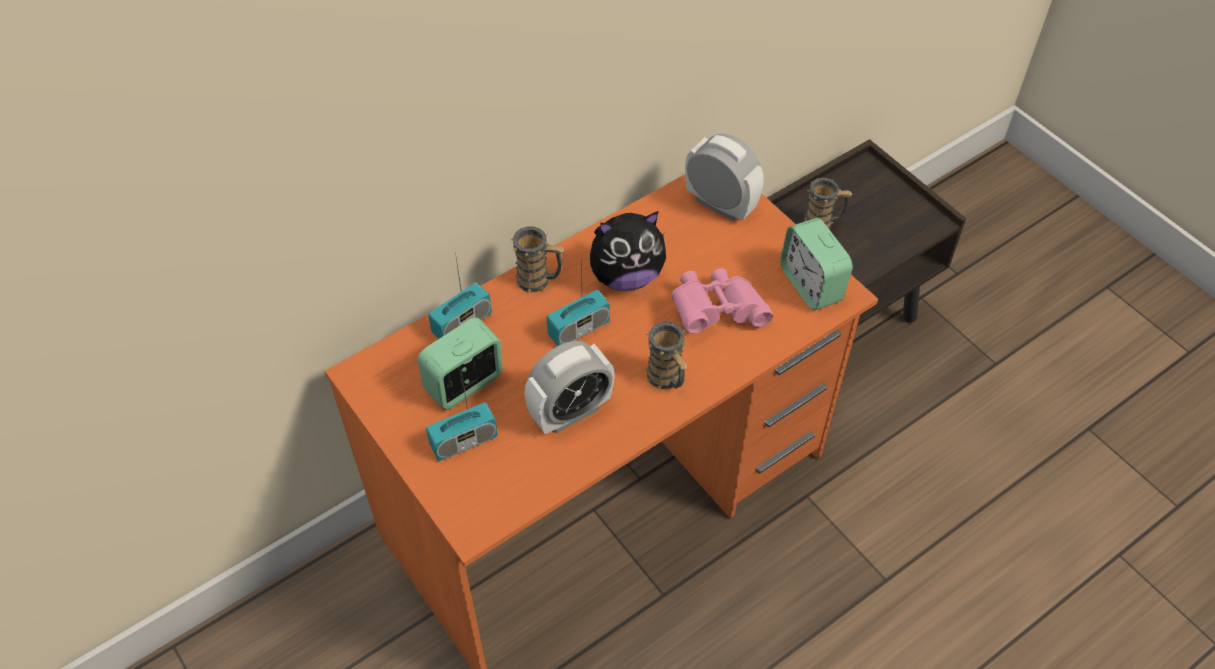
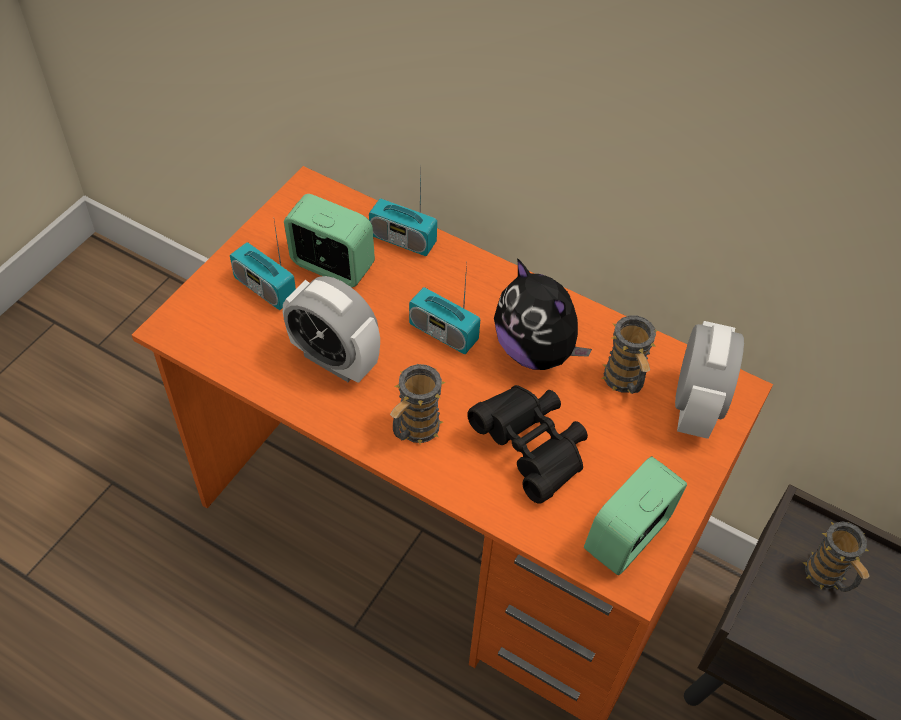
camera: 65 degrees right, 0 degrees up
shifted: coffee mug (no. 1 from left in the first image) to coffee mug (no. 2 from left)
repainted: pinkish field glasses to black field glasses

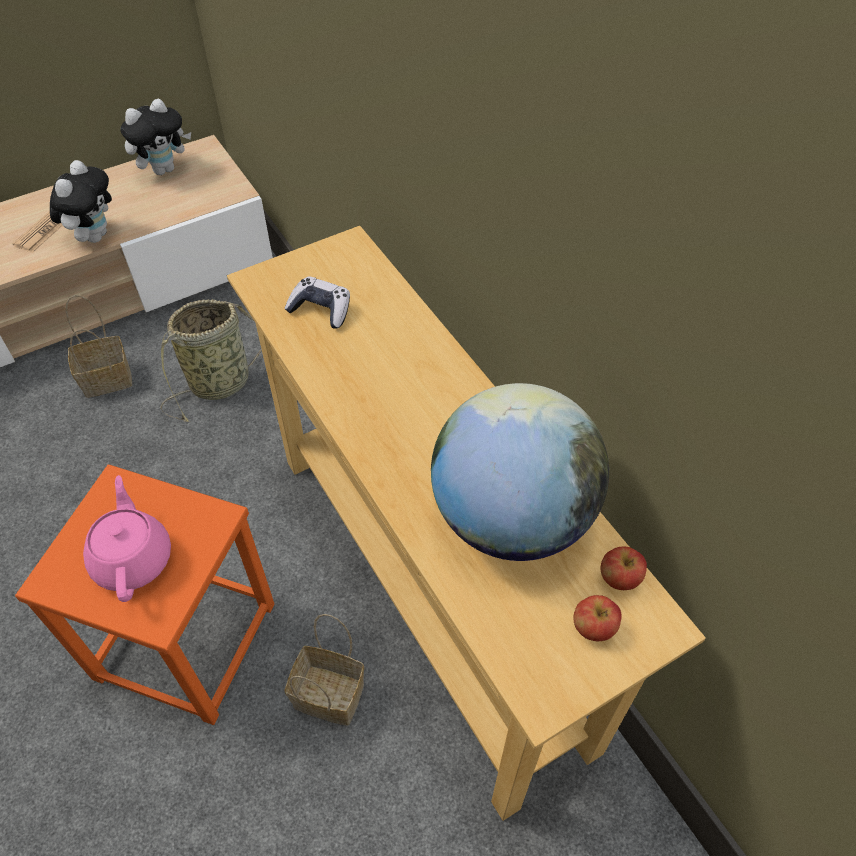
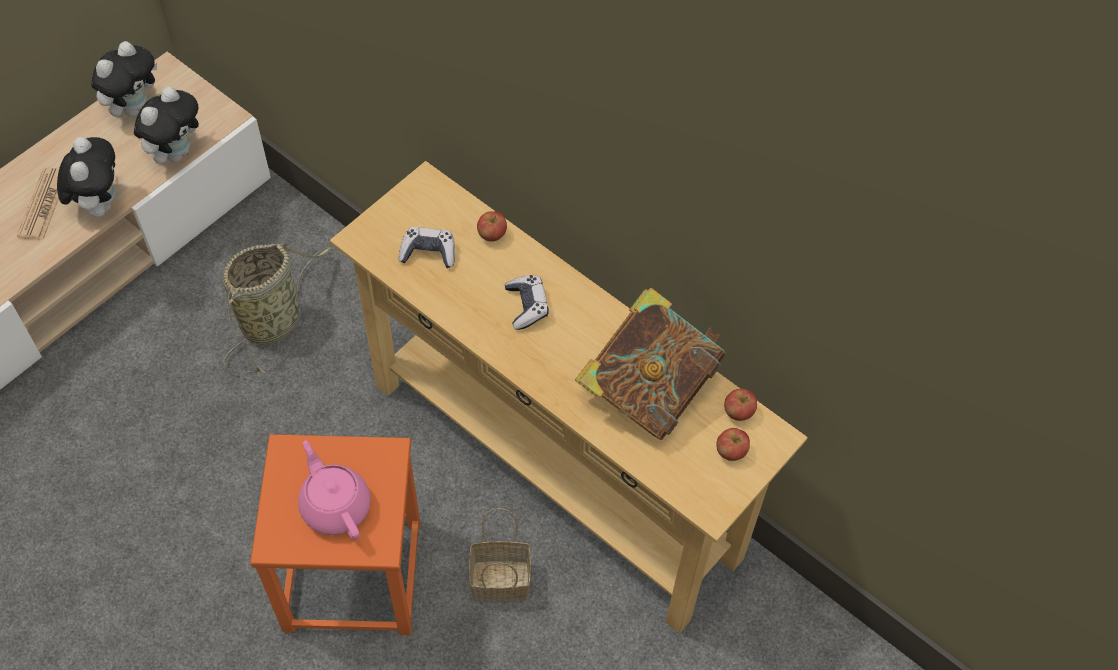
camera: 20 degrees left, 5 degrees up
gone: household basket (no. 1 from left)
new: plush toy (no. 3 from left); apple fruit (no. 1 from left); game controller (no. 2 from left)
swapped: desk globe to book

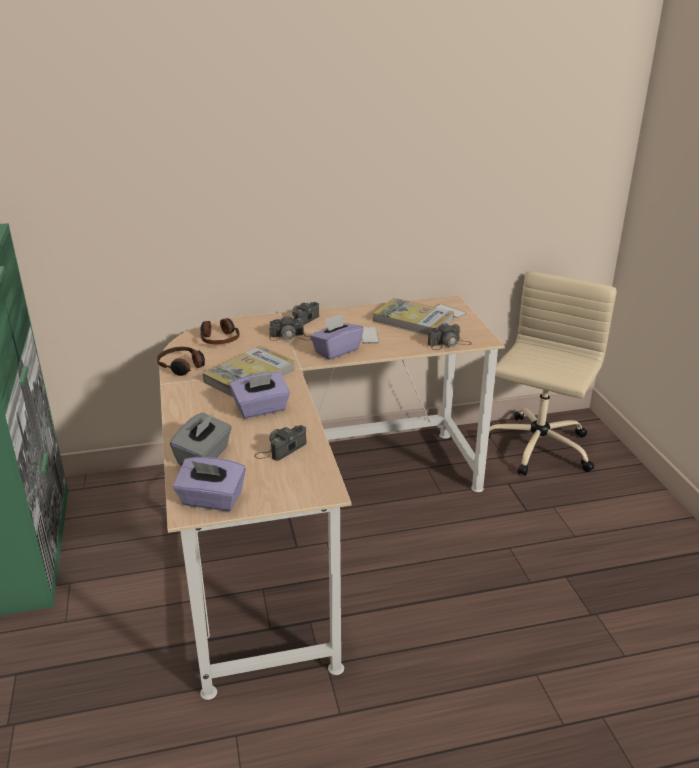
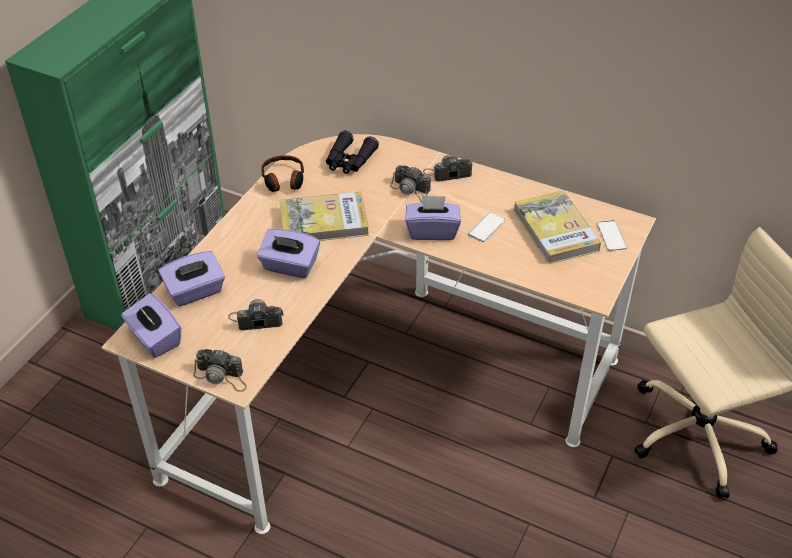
camera: 40 degrees right, 15 degrees up
shifted: photo camera (no. 4 from left in the first image) to photo camera (no. 1 from left)
swapped: headphones (no. 2 from left) to black field glasses
repainted: gray tissue box to purple tissue box (no. 2 from left)

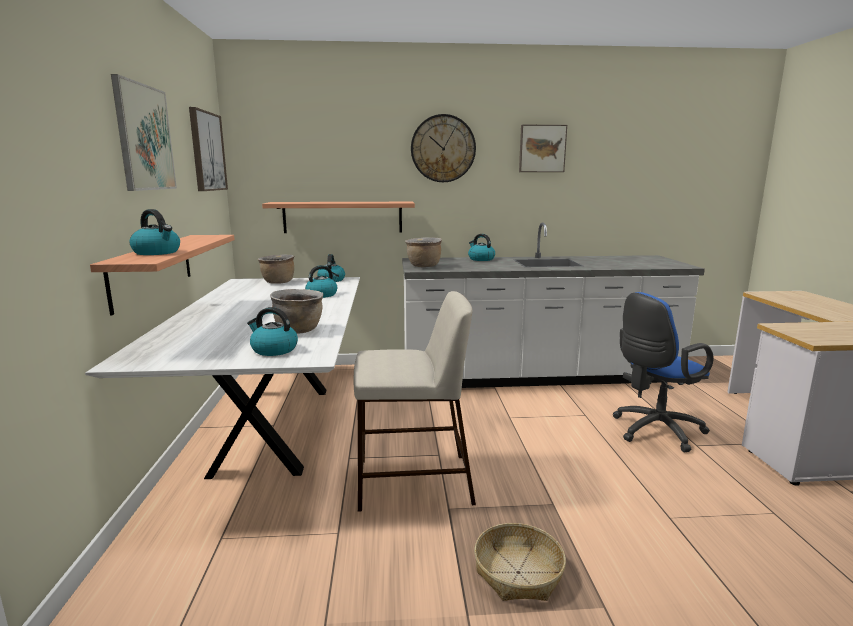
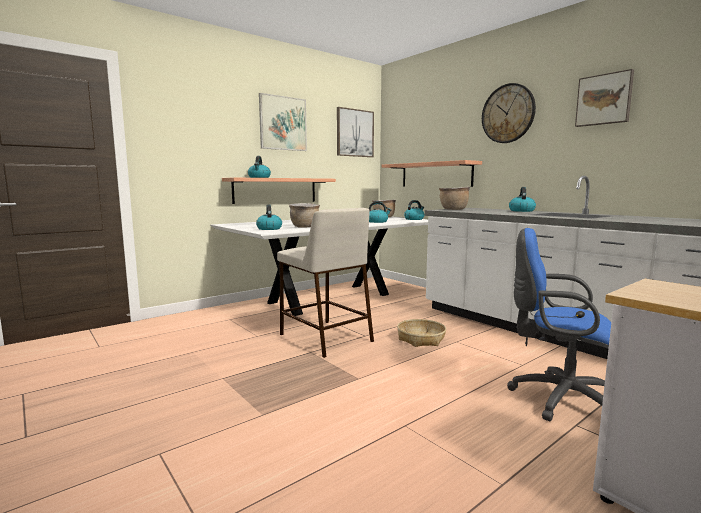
camera: 55 degrees right, 5 degrees down
shifted: household basket

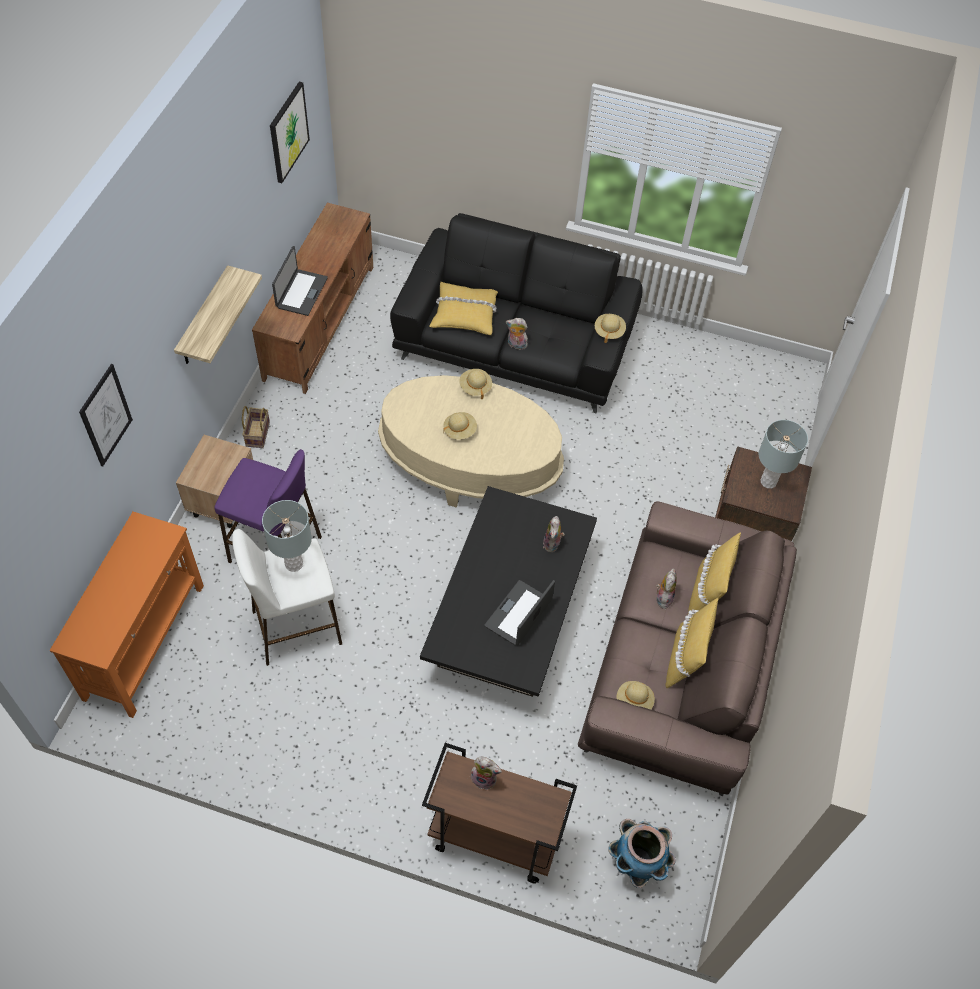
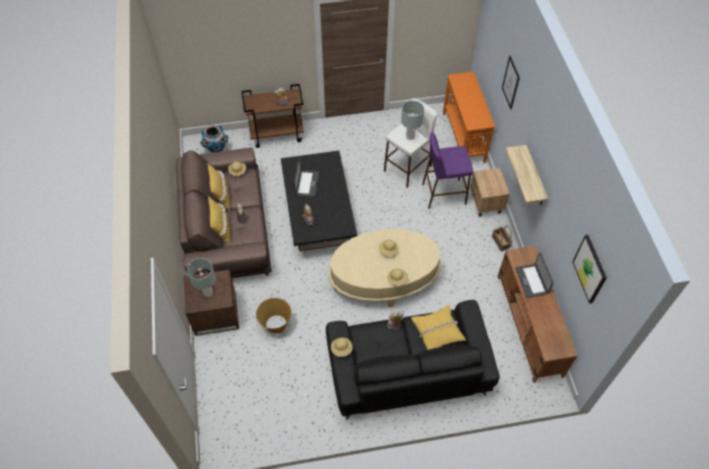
camera: 155 degrees right, 0 degrees up
new: household basket (no. 1 from left)

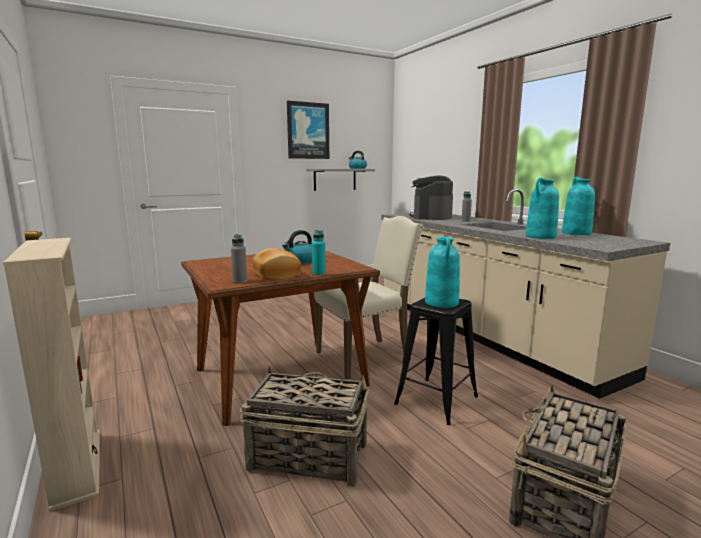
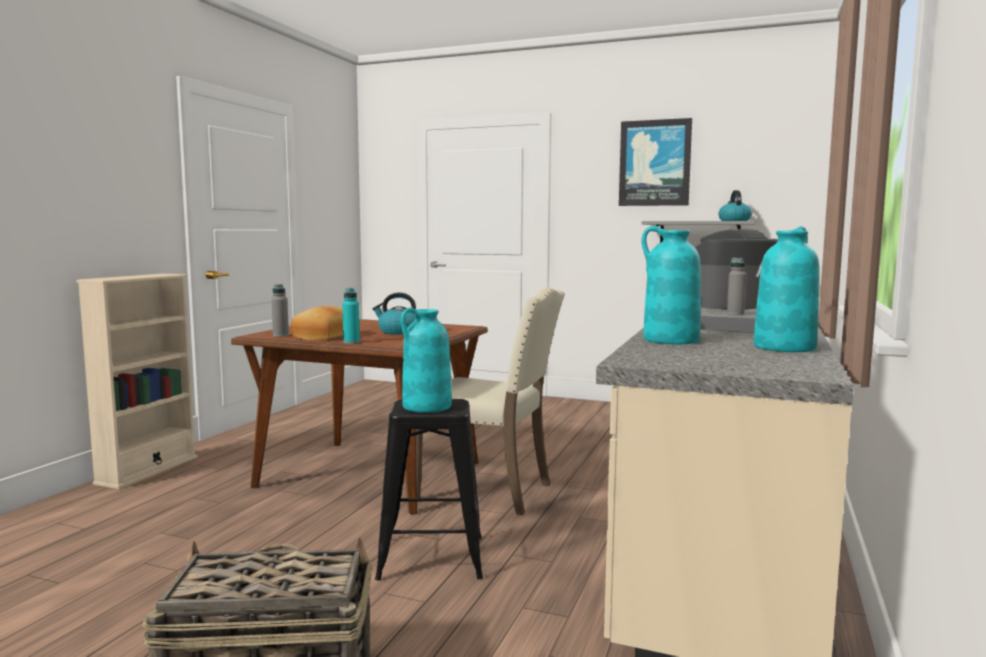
camera: 50 degrees right, 5 degrees down
gone: household basket (no. 1 from left)

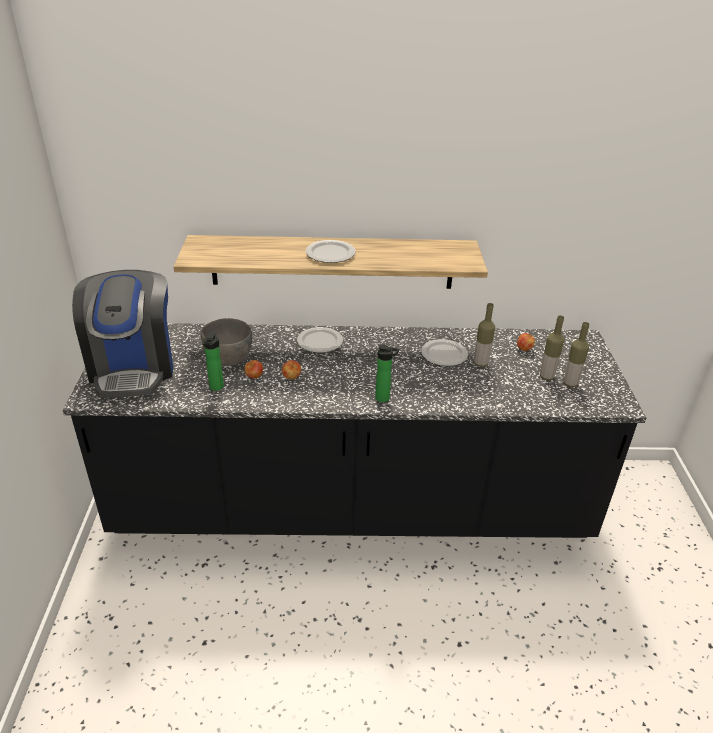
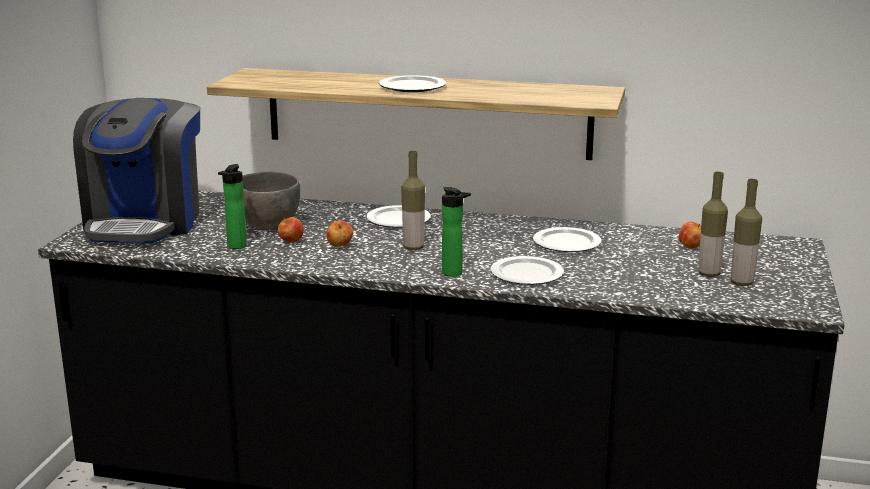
camera: 15 degrees right, 15 degrees down
new: plate (no. 3 from left)
shifted: drink bottle (no. 3 from left in the first image) to drink bottle (no. 2 from left)

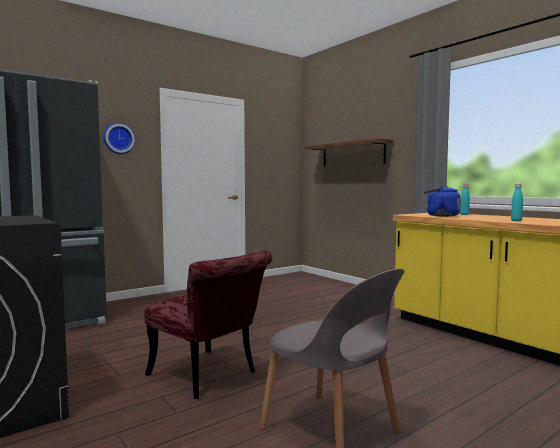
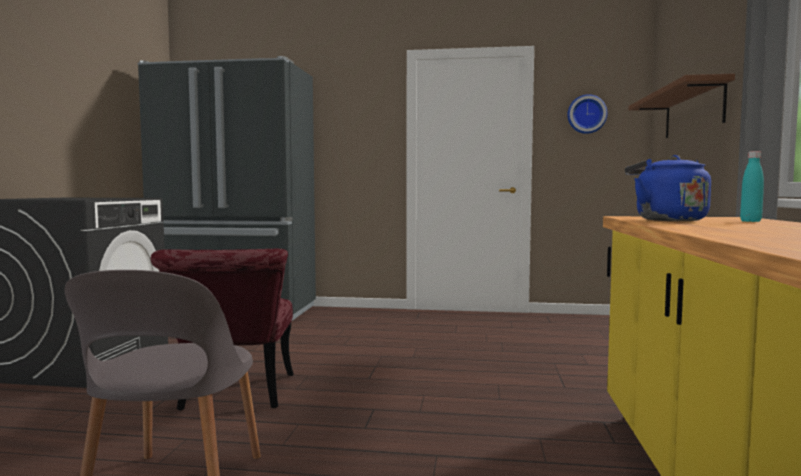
camera: 45 degrees right, 0 degrees up
gone: blue-green drink bottle (no. 2 from left)
shifted: wall clock

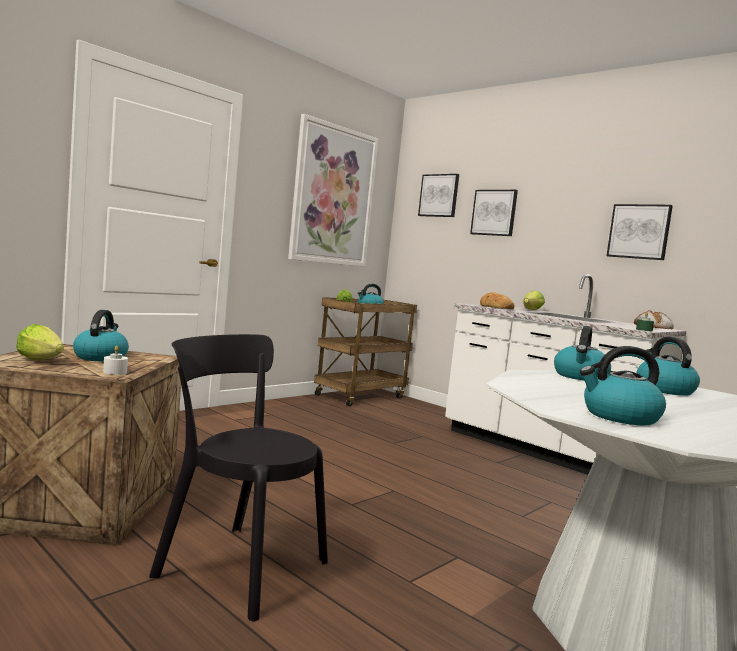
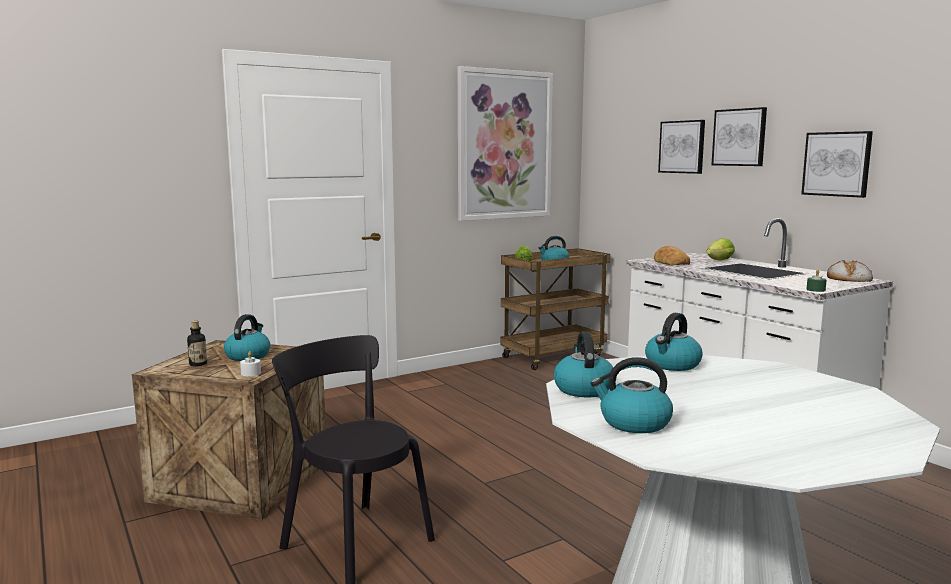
camera: 15 degrees right, 5 degrees up
shifted: tea kettle (no. 5 from left in the first image) to tea kettle (no. 3 from left); wall art (no. 2 from left in the first image) to wall art (no. 3 from left)
swapped: lettuce (no. 1 from left) to drink bottle

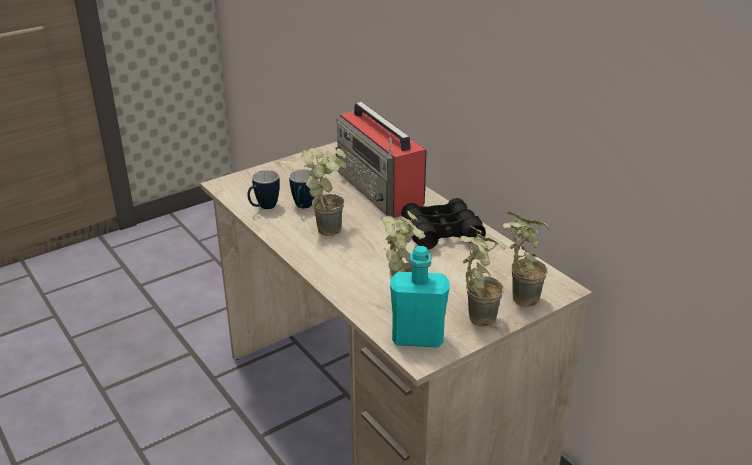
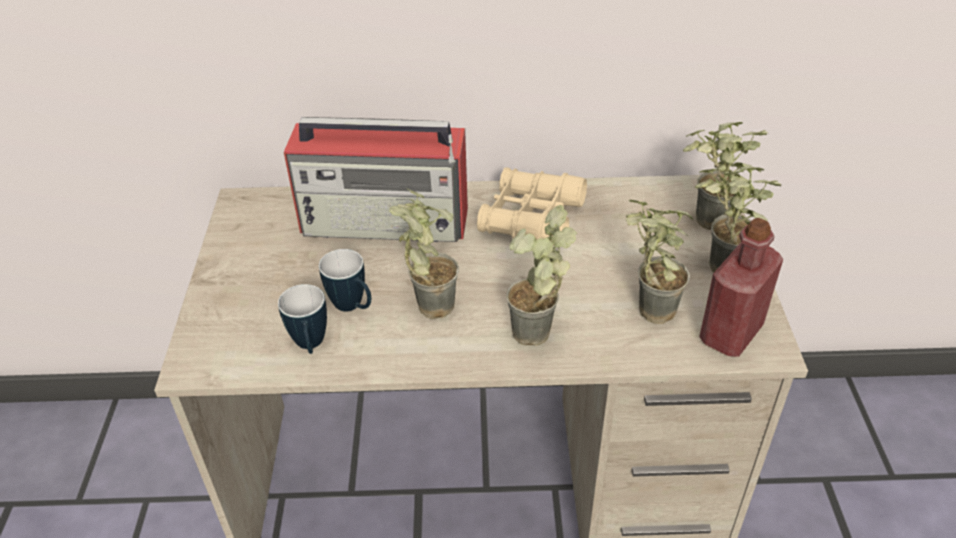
camera: 55 degrees left, 10 degrees up
new: plant in a pot (no. 2 from left)
repainted: black field glasses to sand-coloured field glasses; blue-green drink bottle to red drink bottle

